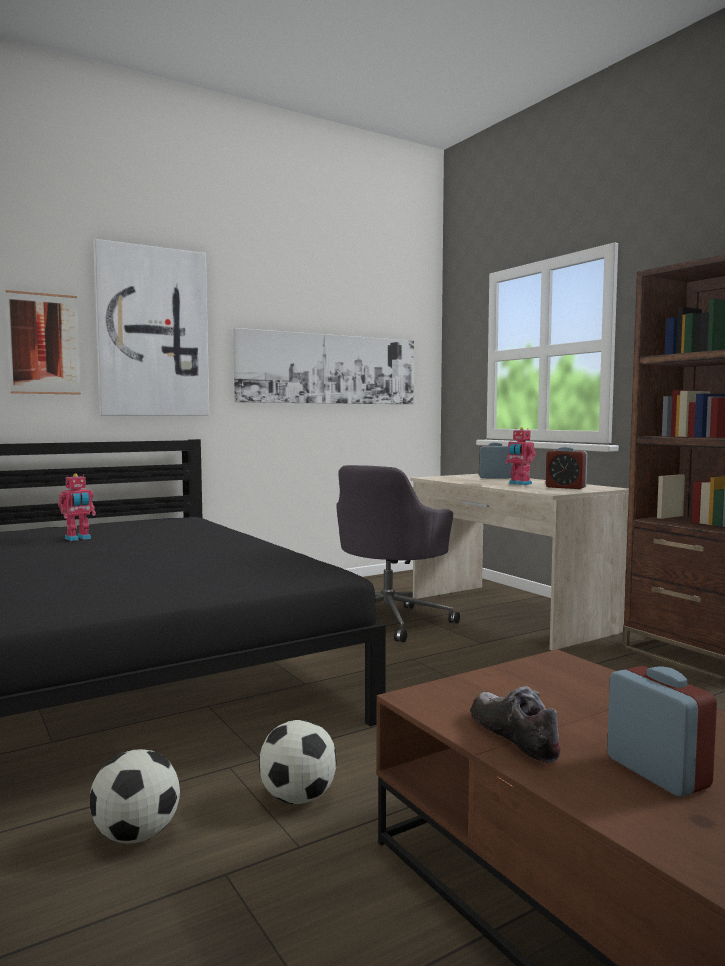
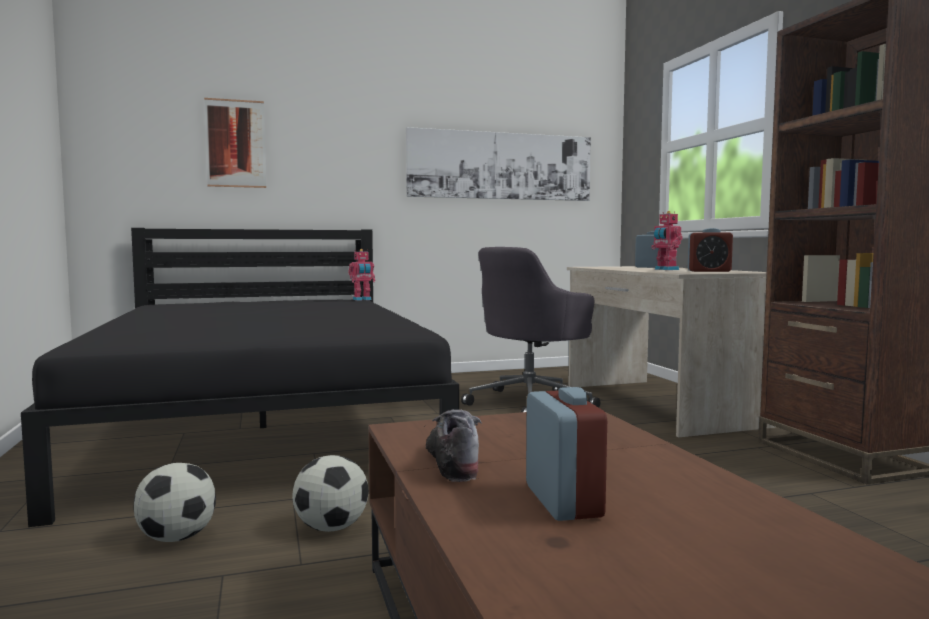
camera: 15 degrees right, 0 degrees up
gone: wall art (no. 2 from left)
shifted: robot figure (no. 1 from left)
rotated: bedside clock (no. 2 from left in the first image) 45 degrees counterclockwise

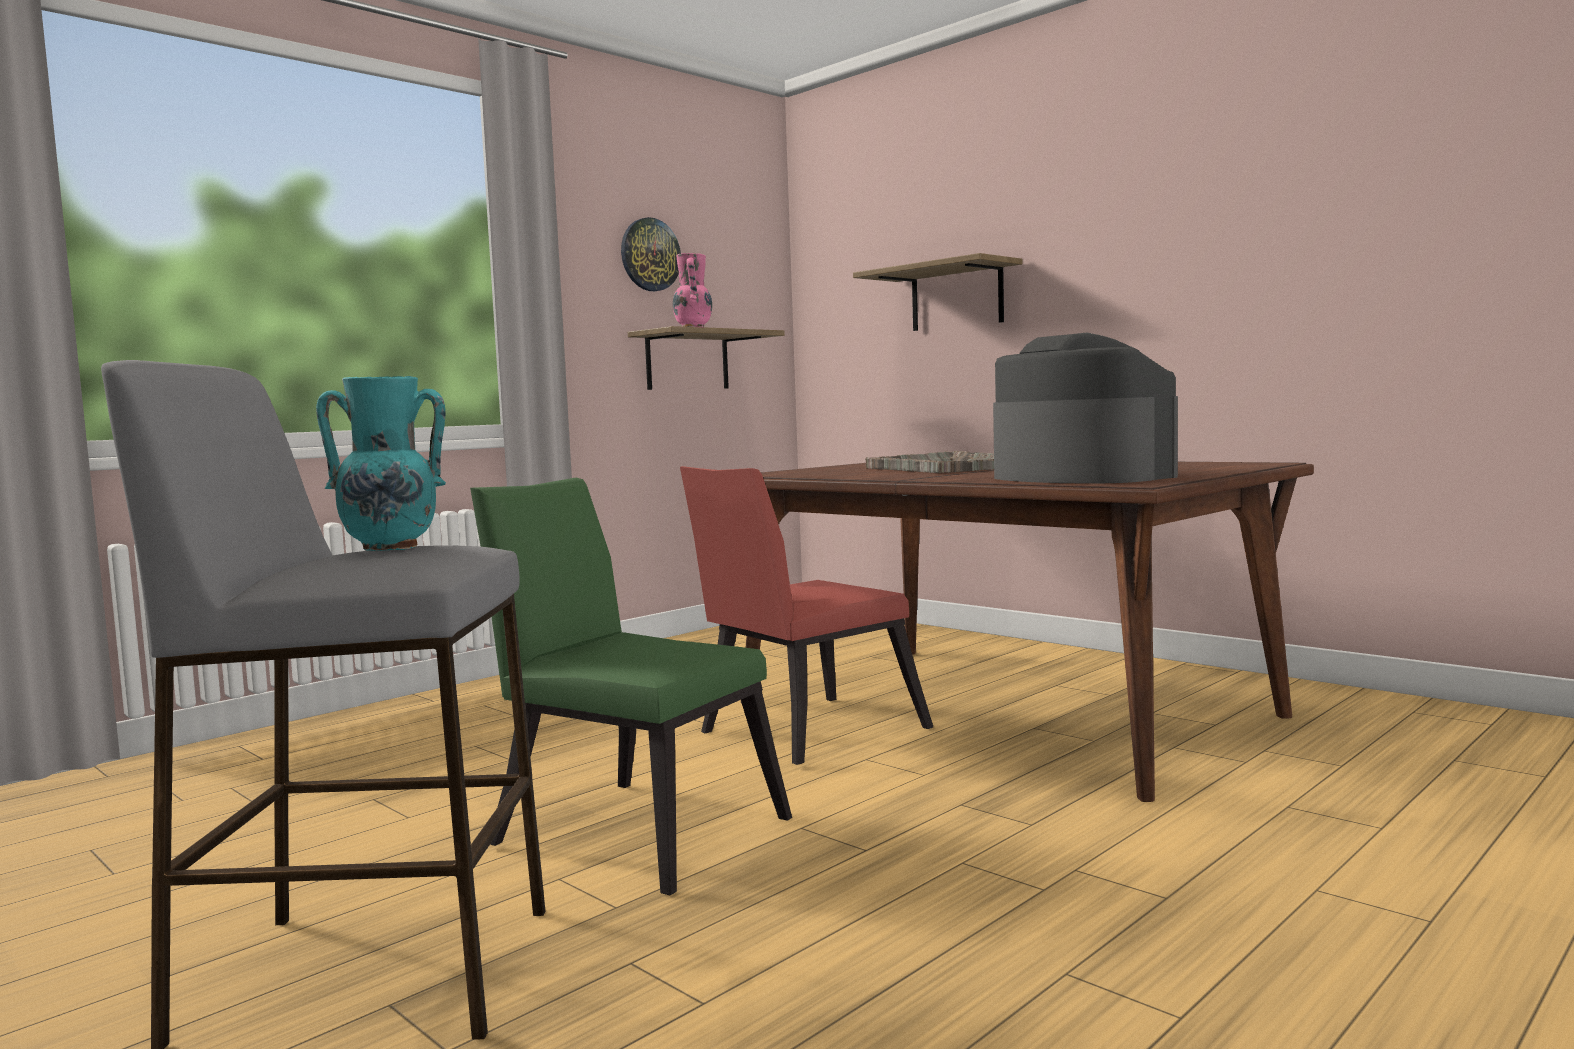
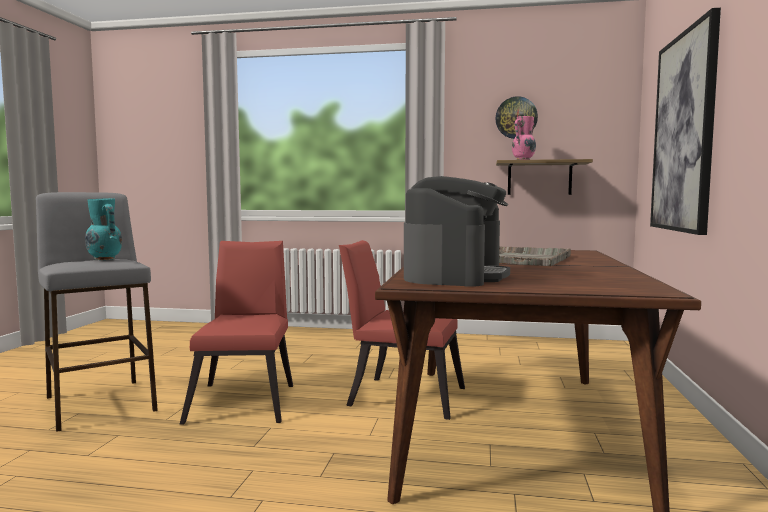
camera: 55 degrees right, 0 degrees up
swapped: bracket shelf (no. 2 from left) to wall art
repainted: green plain chair to red plain chair (no. 1 from left)

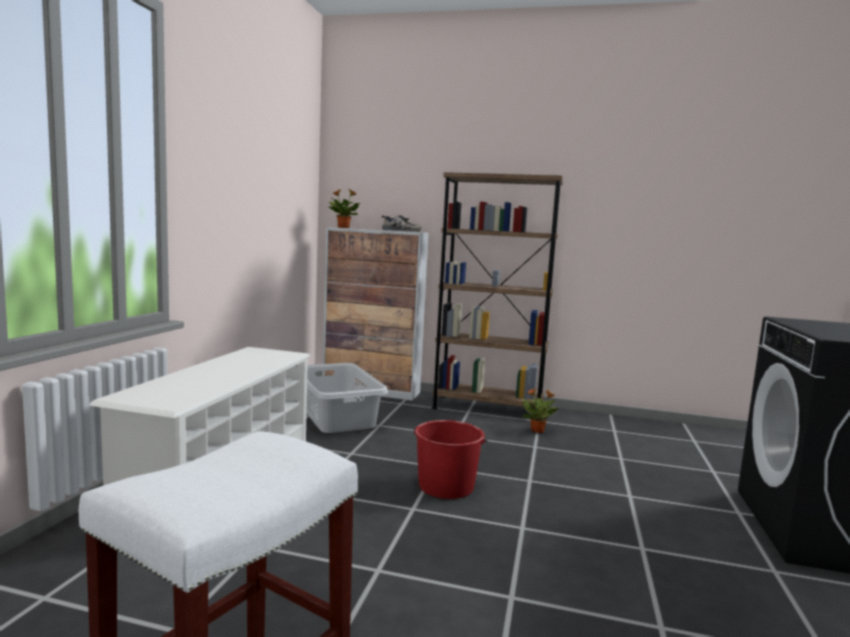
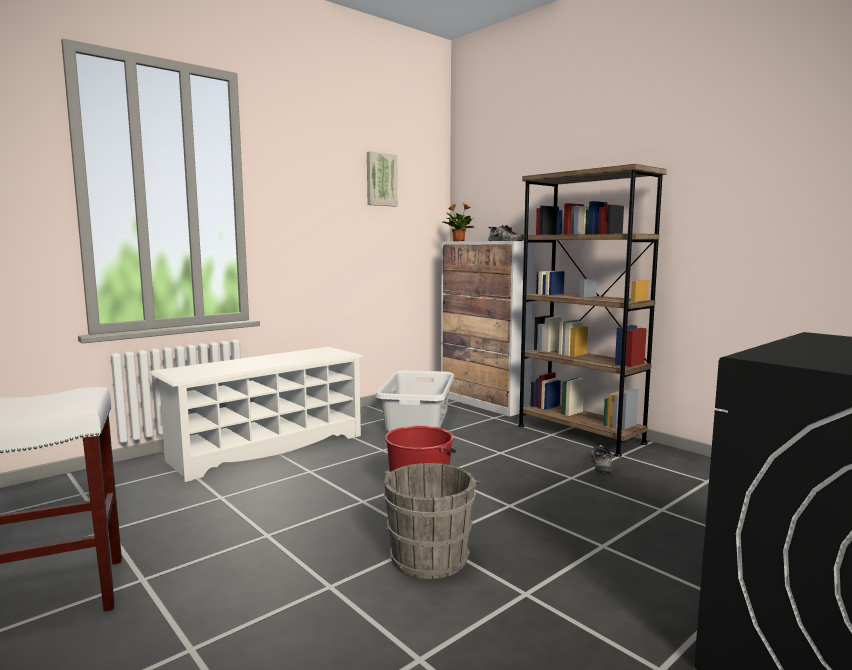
camera: 35 degrees right, 0 degrees up
new: wall art; gray bucket
swapped: plant in a pot (no. 2 from left) to shoe (no. 2 from left)

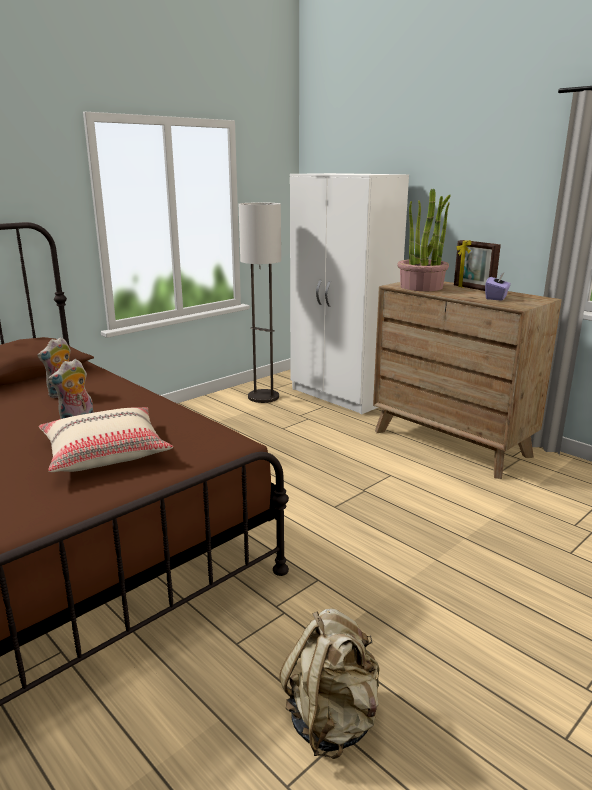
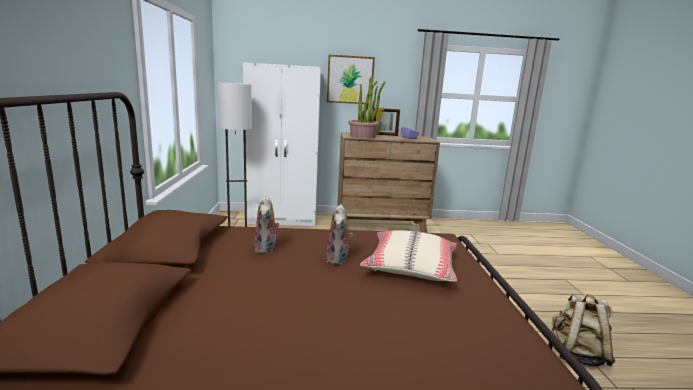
camera: 50 degrees left, 5 degrees down
new: wall art

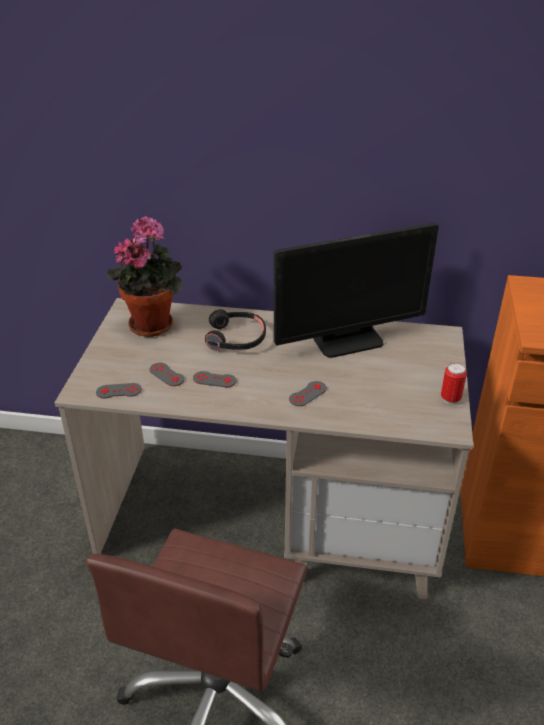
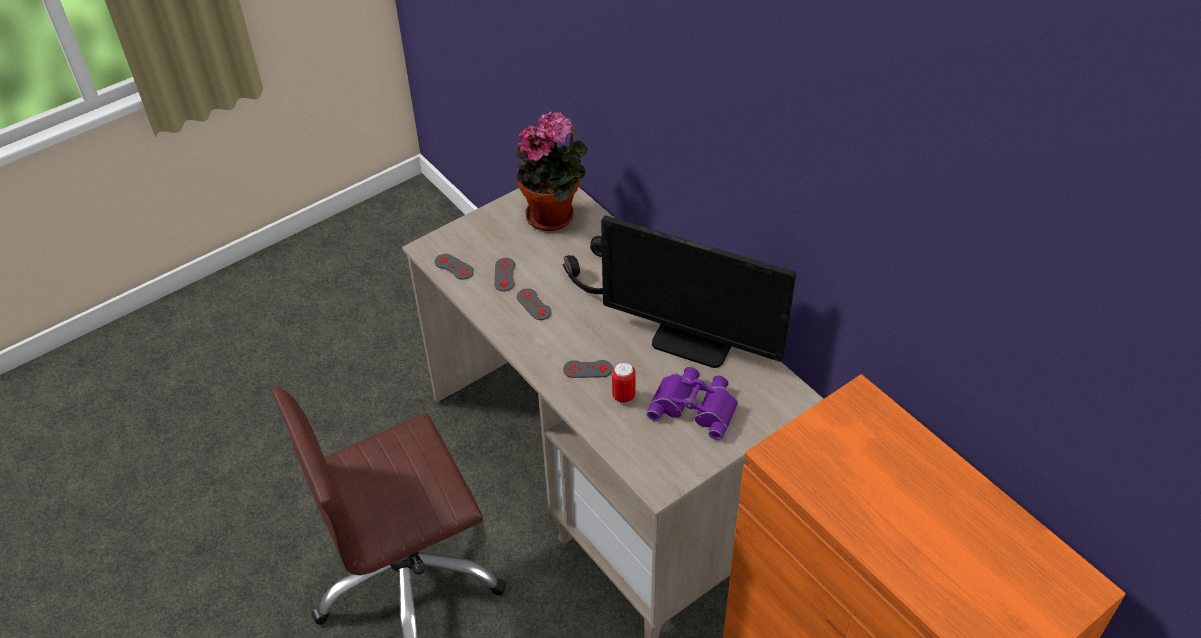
camera: 45 degrees right, 10 degrees up
new: purple field glasses
shifted: metal can

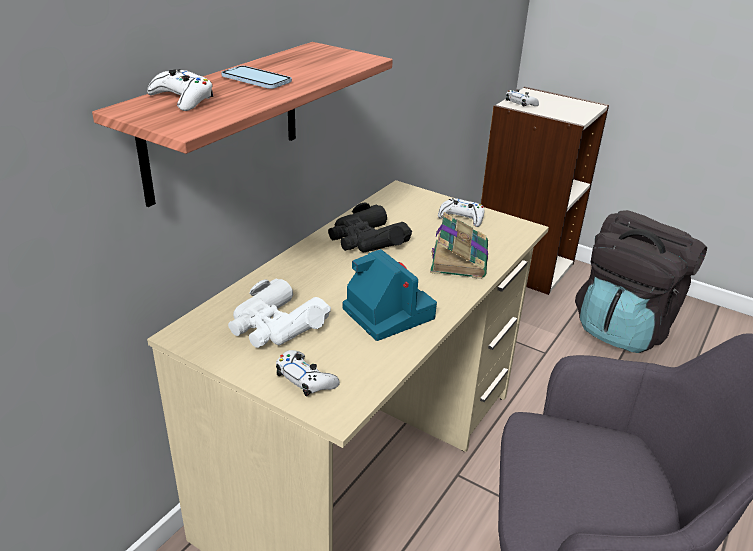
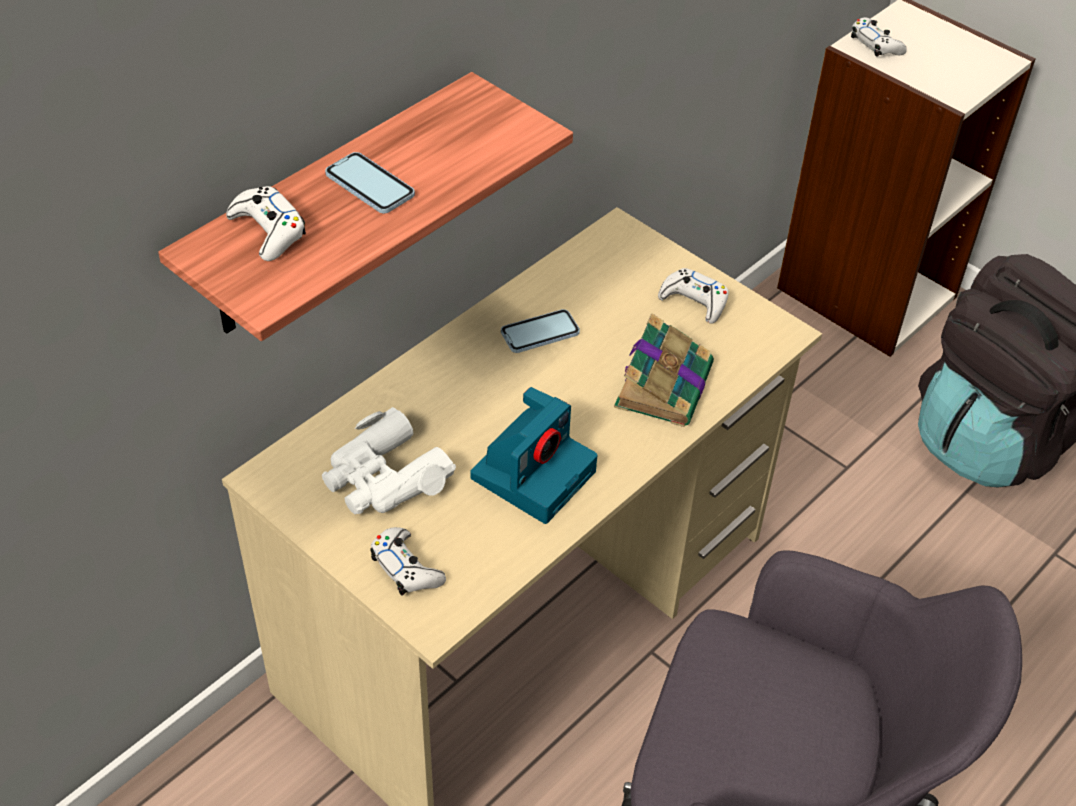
camera: 10 degrees right, 15 degrees up
swapped: black field glasses to phone (no. 2 from left)
rotated: photo camera 60 degrees clockwise

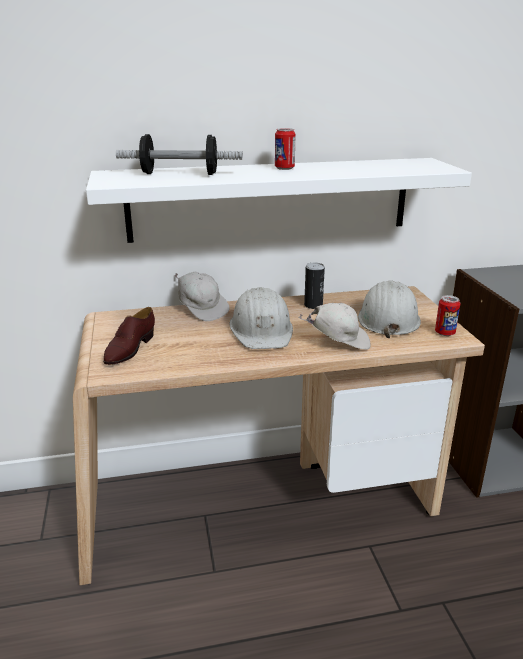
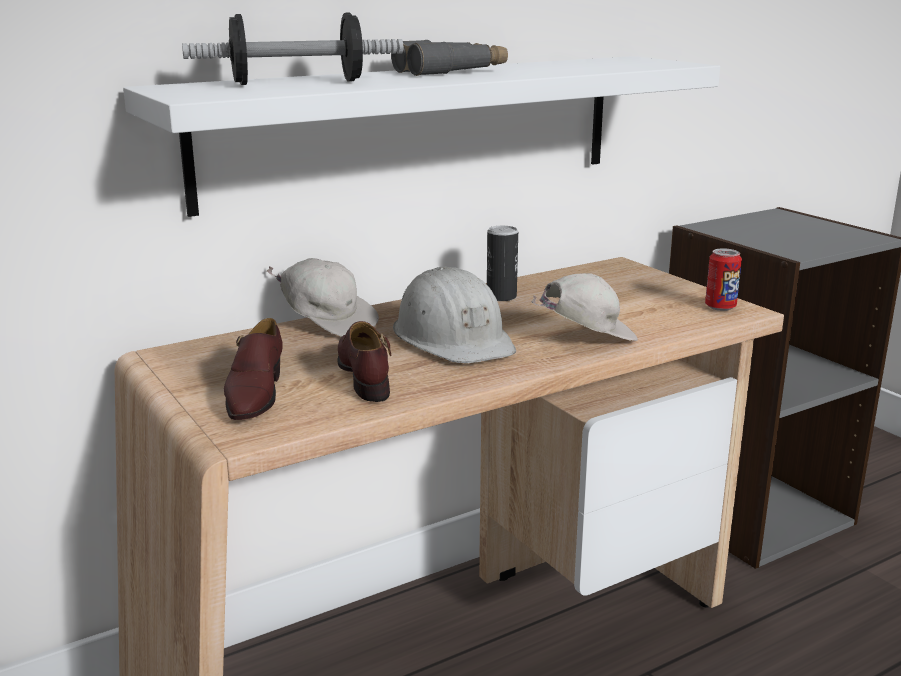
camera: 20 degrees left, 5 degrees down
gone: white-coloured safety helmet (no. 2 from left)
new: brownish shoe (no. 2 from left)
swapped: metal can (no. 1 from left) to gray field glasses

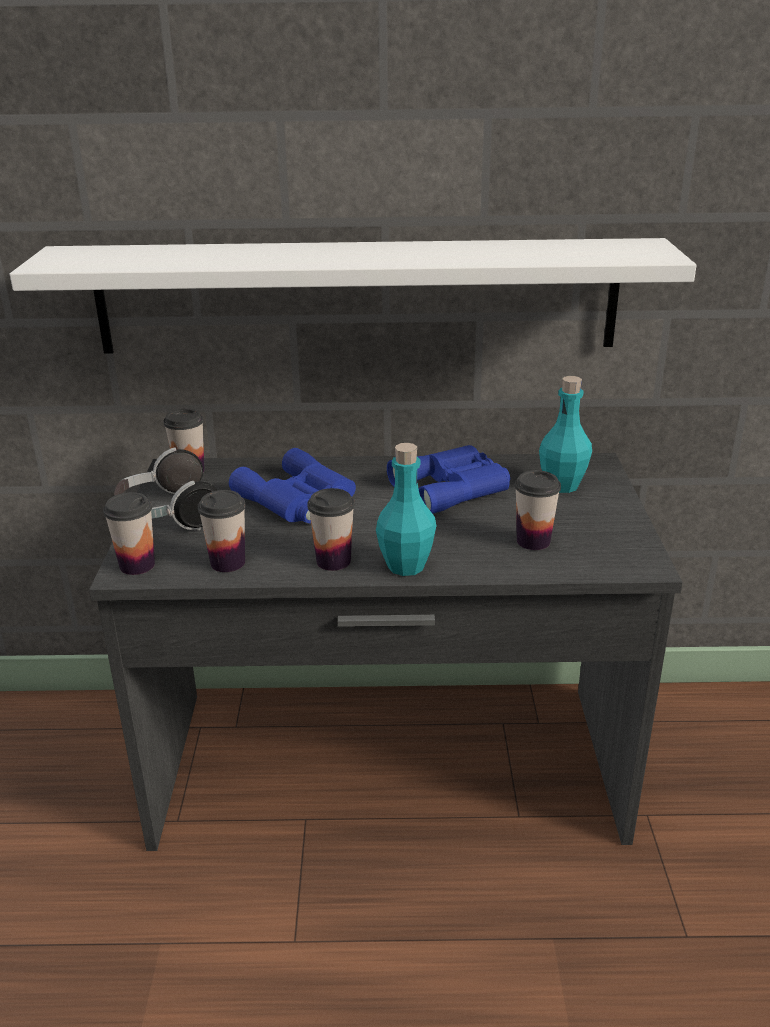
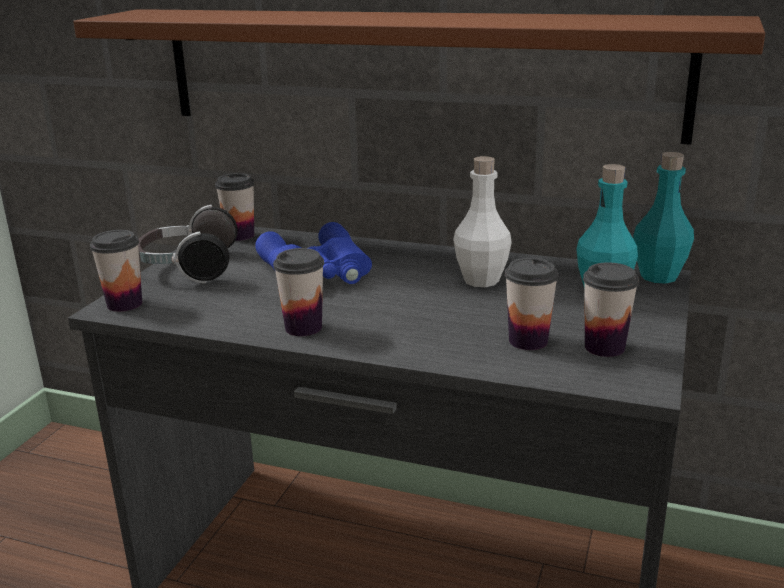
camera: 20 degrees right, 5 degrees down
shifted: drinking cup (no. 3 from left in the first image) to drinking cup (no. 5 from left); blue-green drink bottle (no. 1 from left in the first image) to blue-green drink bottle (no. 2 from left)
swapped: blue field glasses (no. 2 from left) to white-coloured drink bottle
repainted: white-coloured bracket shelf to brownish bracket shelf

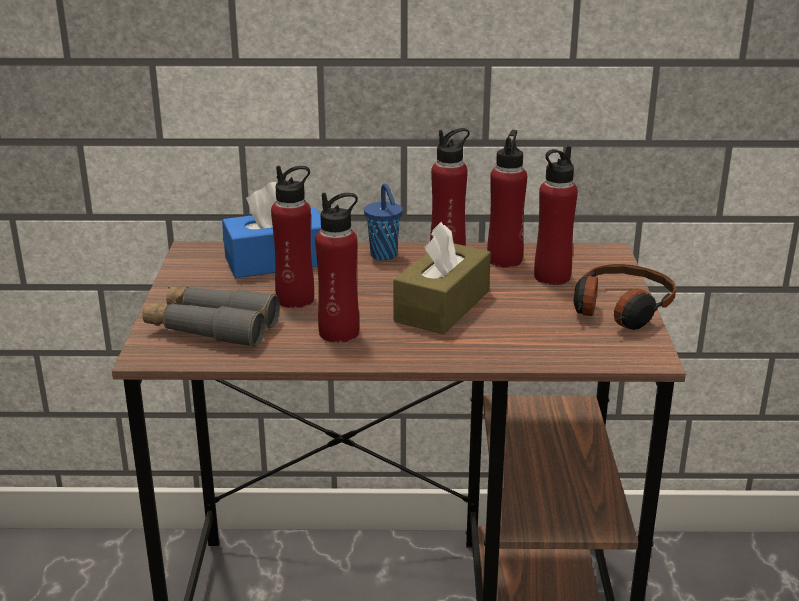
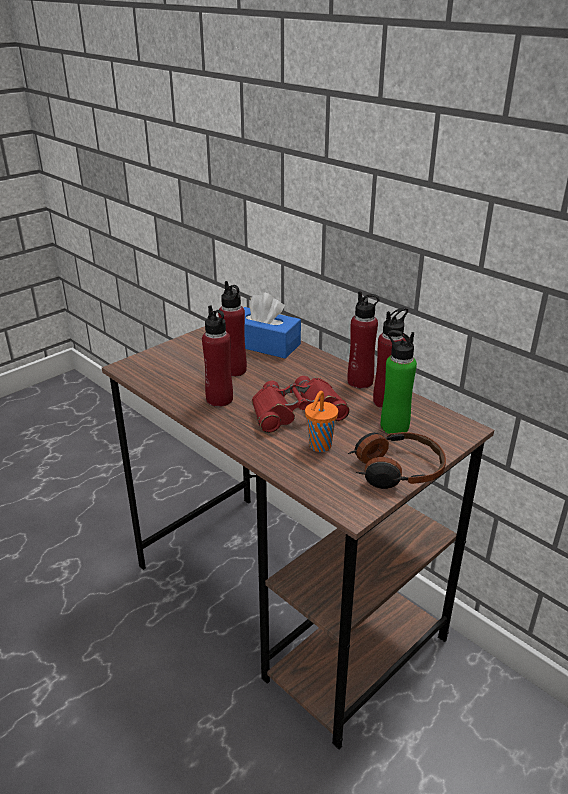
camera: 45 degrees right, 5 degrees up
gone: gray field glasses; blue drinking cup
new: orange drinking cup
swapped: brownish tissue box to red field glasses
repainted: red drink bottle (no. 5 from left) to green drink bottle

